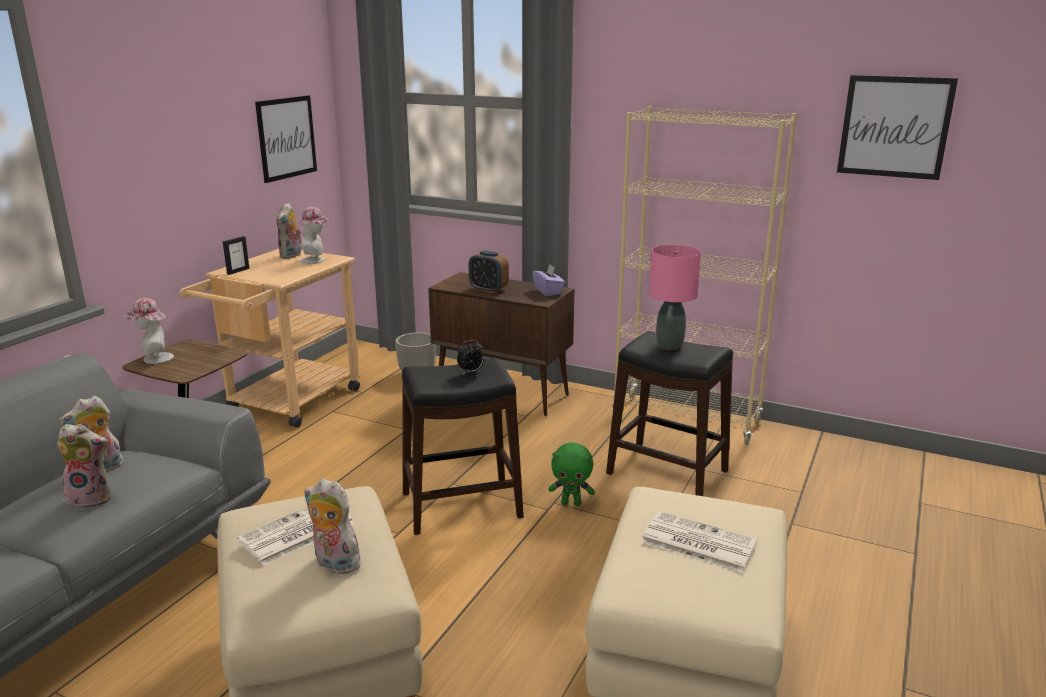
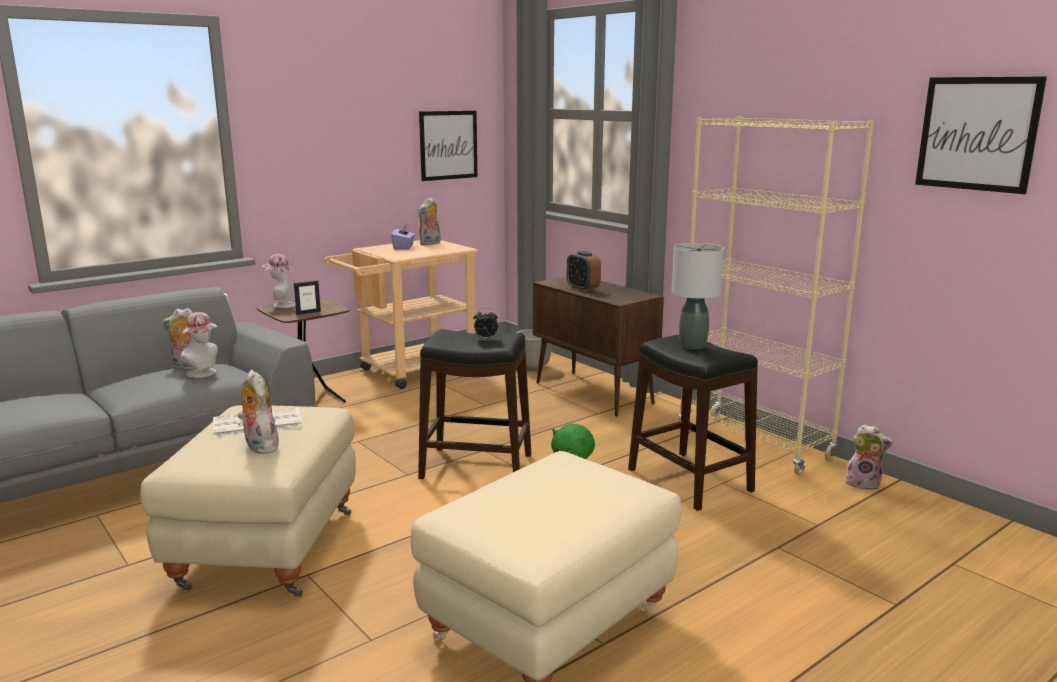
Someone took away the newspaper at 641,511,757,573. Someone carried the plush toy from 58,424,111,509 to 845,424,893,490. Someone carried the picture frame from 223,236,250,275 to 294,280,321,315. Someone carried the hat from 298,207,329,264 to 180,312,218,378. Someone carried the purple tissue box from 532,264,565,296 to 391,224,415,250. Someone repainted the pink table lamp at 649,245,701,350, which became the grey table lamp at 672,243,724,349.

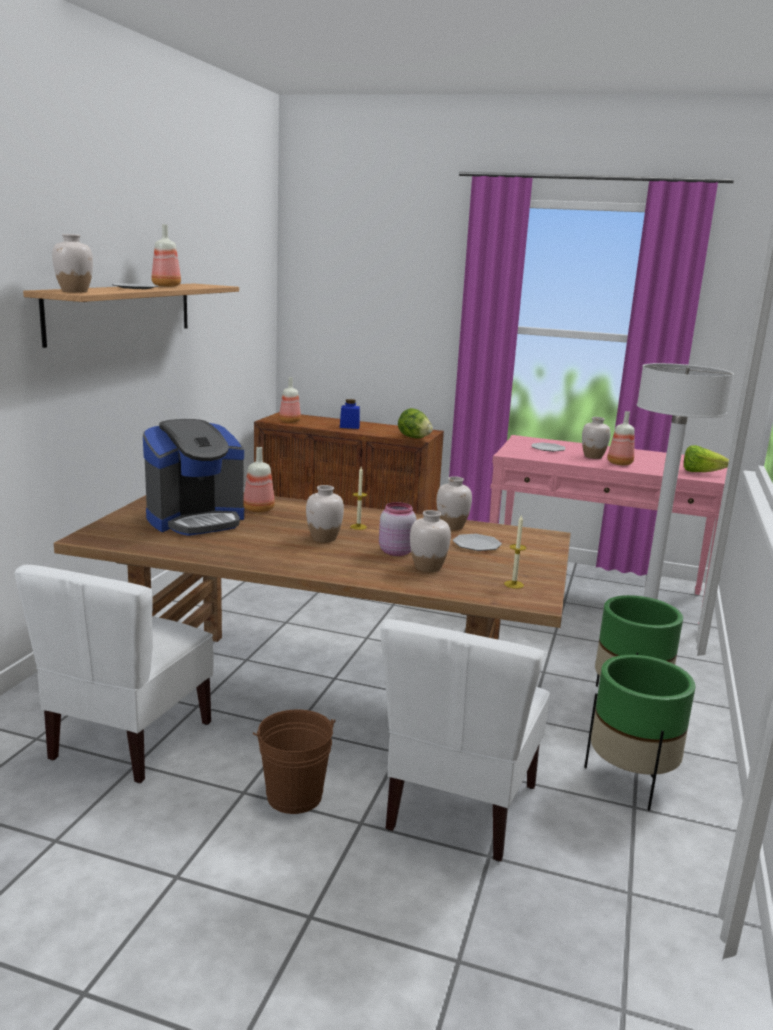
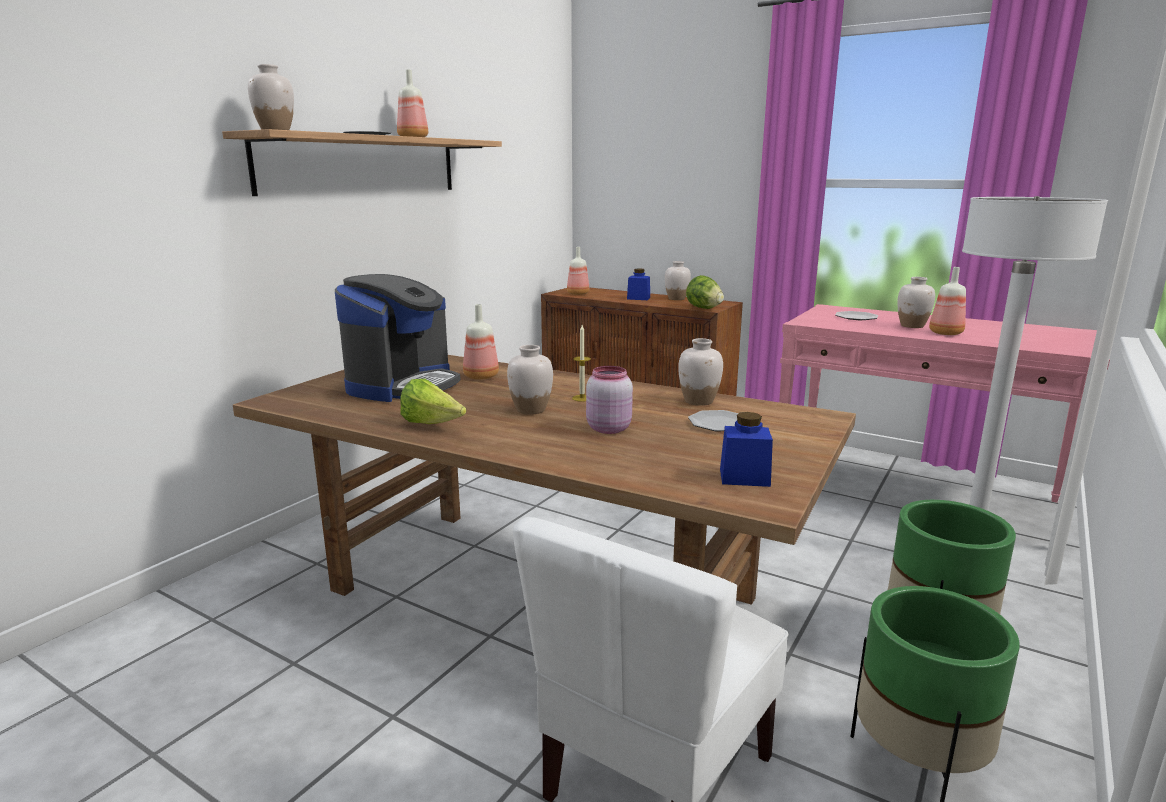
Someone took away the white chair at 15,565,214,783. Someone took away the brown bucket at 253,710,335,814. Someone carried the white vase from 410,510,451,572 to 665,261,691,300. Someone carried the lettuce from 684,445,729,472 to 400,379,466,424. Someone swapped the candle at 504,514,527,589 for the blue jar at 720,412,773,487. Someone rotated the coffee machine at 143,419,244,536 by 45 degrees counterclockwise.

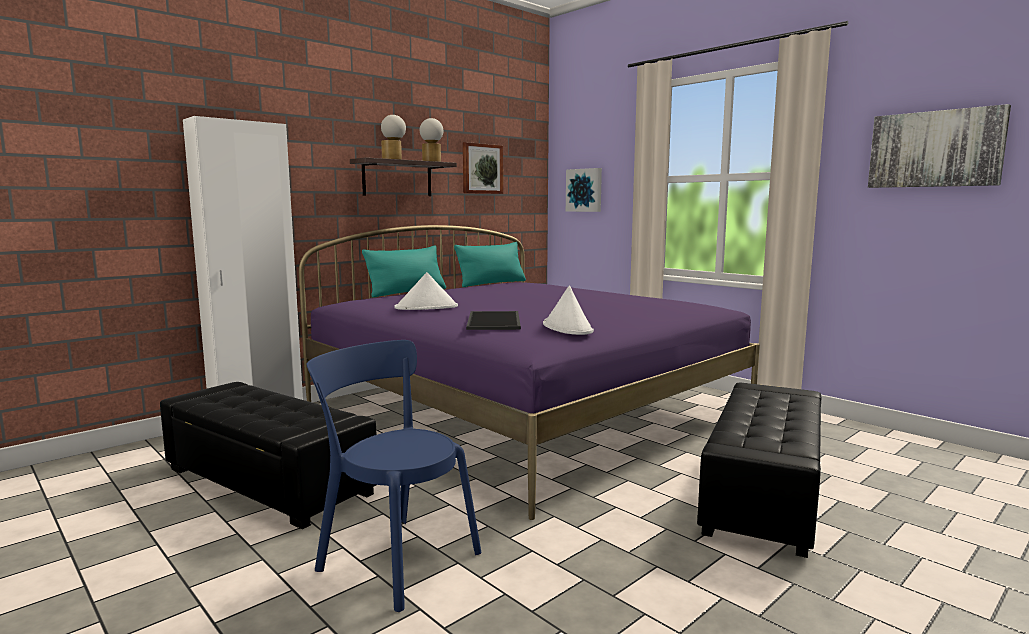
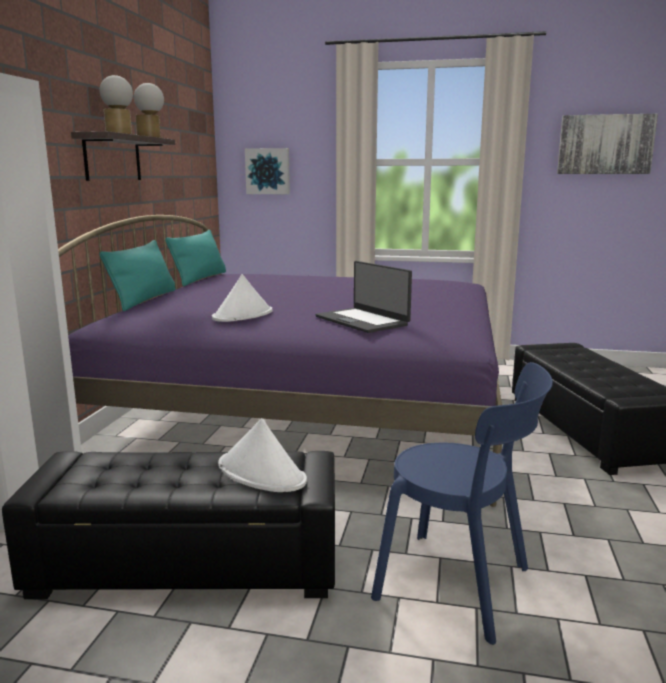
Someone took away the picture at 463,142,503,194. Someone carried the white hat from 543,285,594,335 to 218,418,307,492. Someone swapped the tray at 466,311,521,330 for the laptop at 316,261,412,333. Someone rotated the blue chair at 307,340,481,612 by 150 degrees counterclockwise.

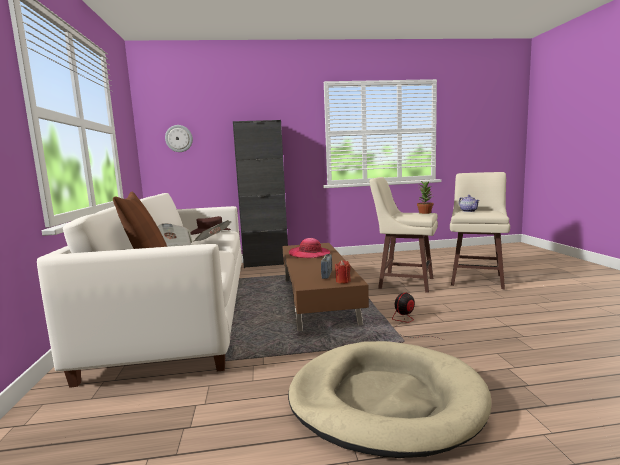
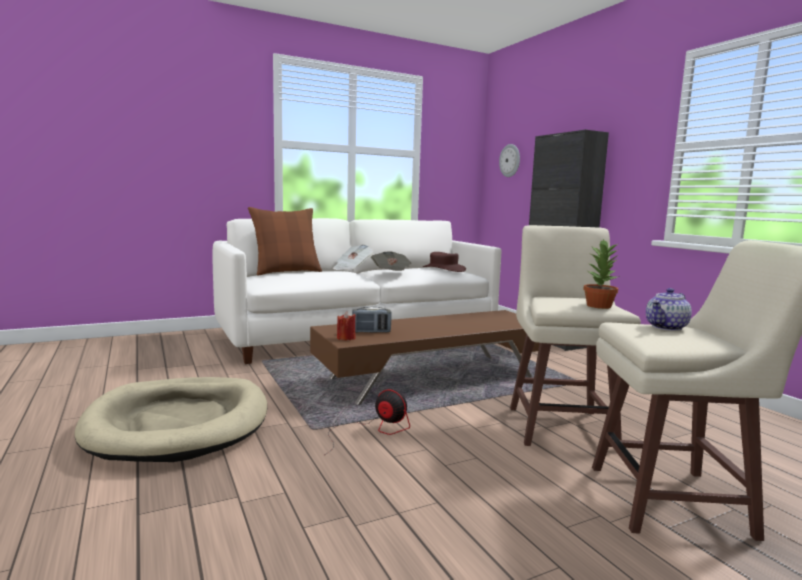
Someone took away the hat at 289,238,330,258.

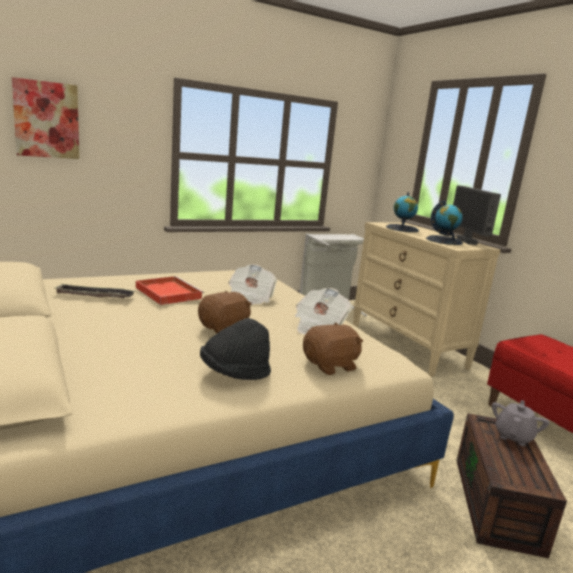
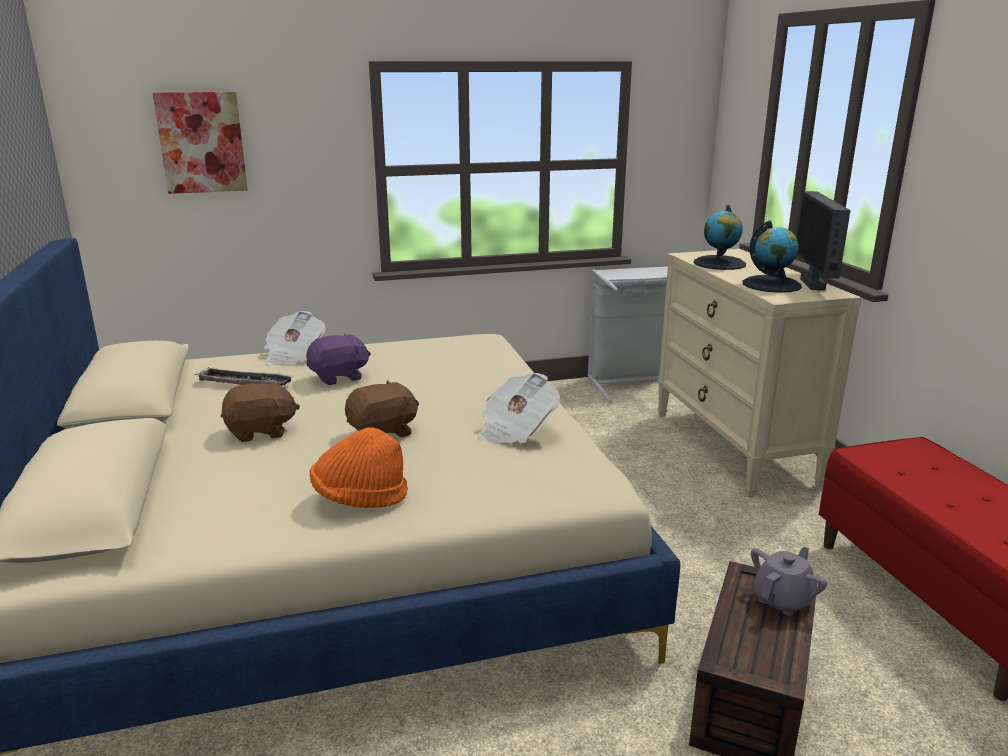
Someone carried the newspaper from 228,264,277,305 to 264,311,326,366. Someone carried the brown plush toy from 303,322,363,375 to 221,380,300,442. Someone swapped the red tray at 136,276,204,305 for the purple plush toy at 306,333,371,385. Someone repainted the black hat at 200,318,271,380, which became the orange hat at 310,427,408,508.

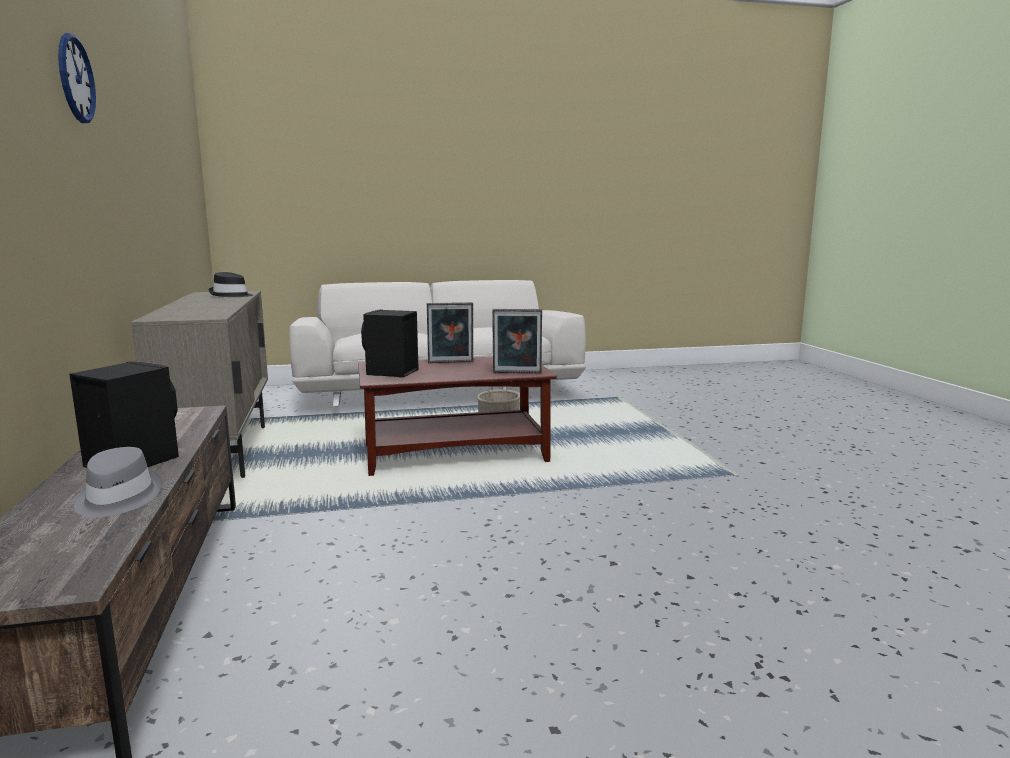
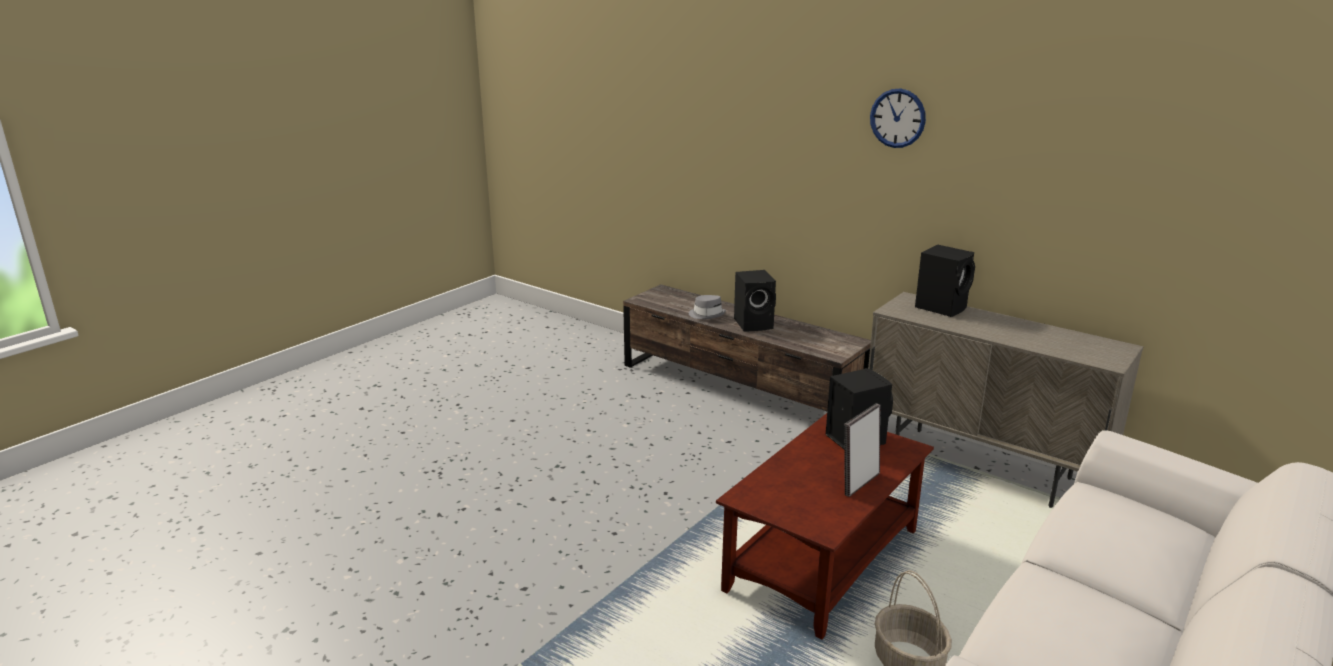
Someone took away the black hat at 209,272,253,297. Someone took away the picture frame at 492,309,542,373. Someone put down the black speaker at 915,244,975,317.

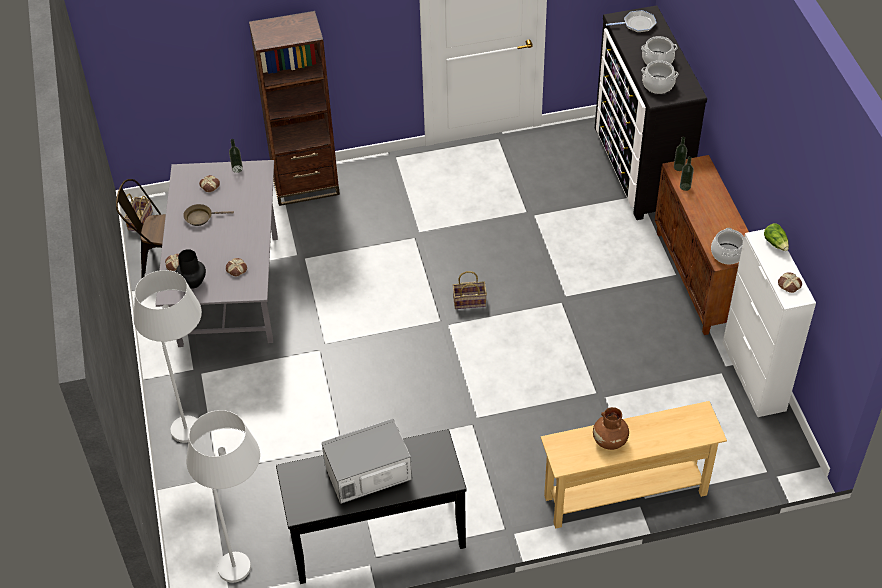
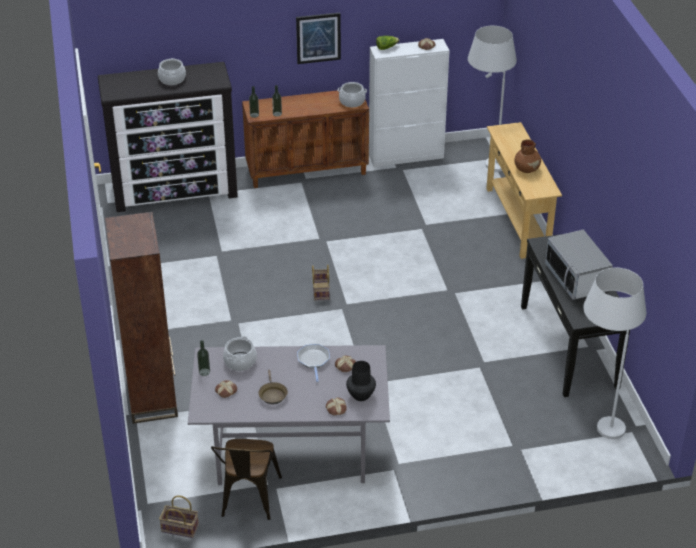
Someone put up the picture at 296,13,341,64. Someone carried the white floor lamp from 133,270,202,443 to 468,26,517,172. Someone carried the frying pan from 606,10,657,33 to 297,344,330,382. Someone carried the cooking pot from 641,60,678,94 to 223,336,257,371.

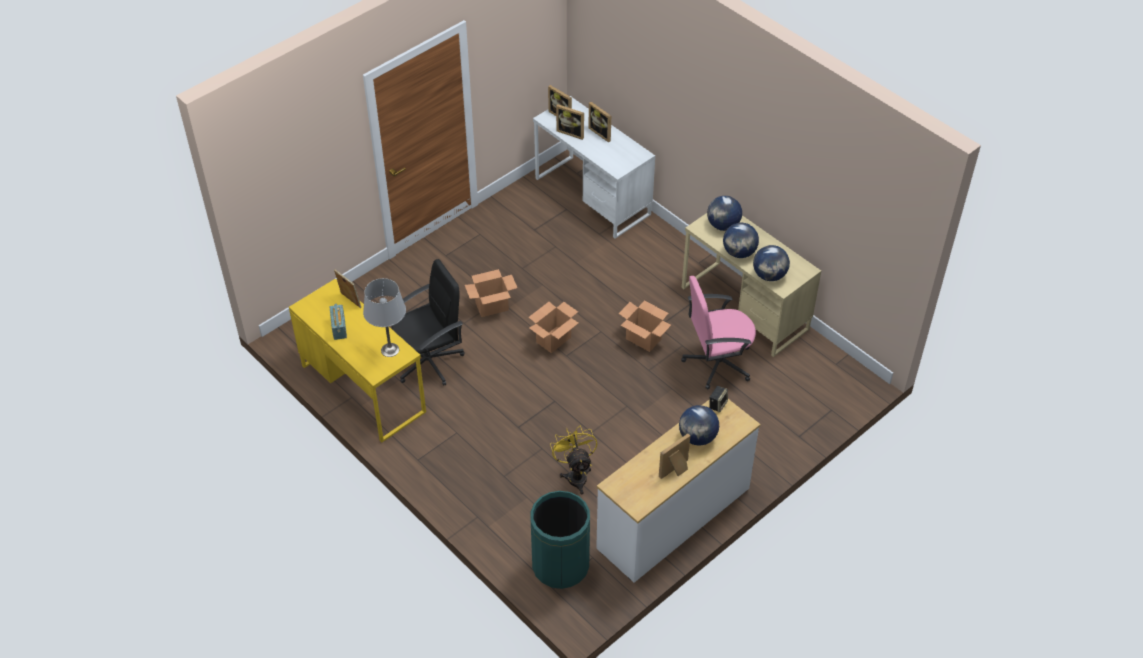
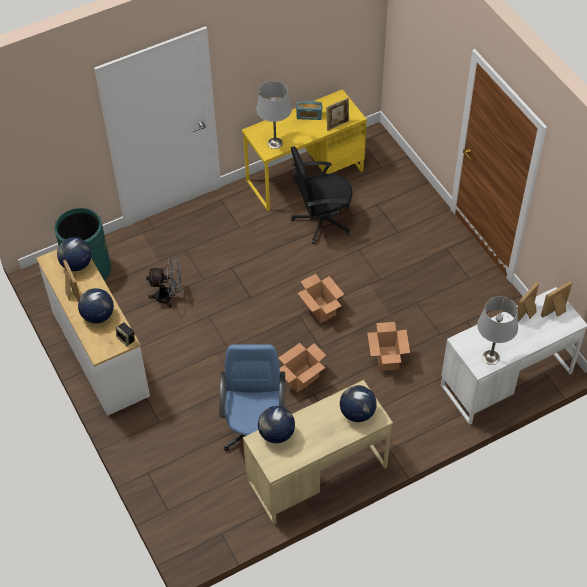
Someone took away the picture frame at 589,102,611,143. Someone put down the grey table lamp at 477,296,518,365. Someone carried the cardboard box from 465,269,517,317 to 367,322,410,371. Someone carried the globe from 723,223,759,258 to 57,237,92,271. Someone repainted the yellow fan at 550,426,597,494, which became the grey fan at 146,257,181,308. Someone repainted the pink office chair at 681,276,756,389, which became the blue office chair at 219,345,285,451. Someone rotated the black office chair at 391,259,465,386 by 90 degrees clockwise.

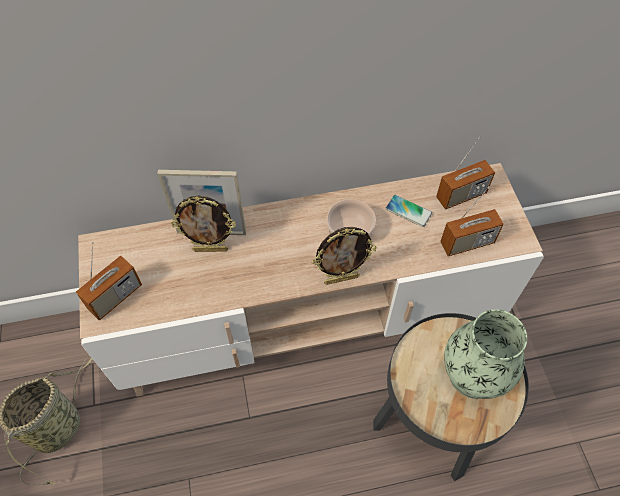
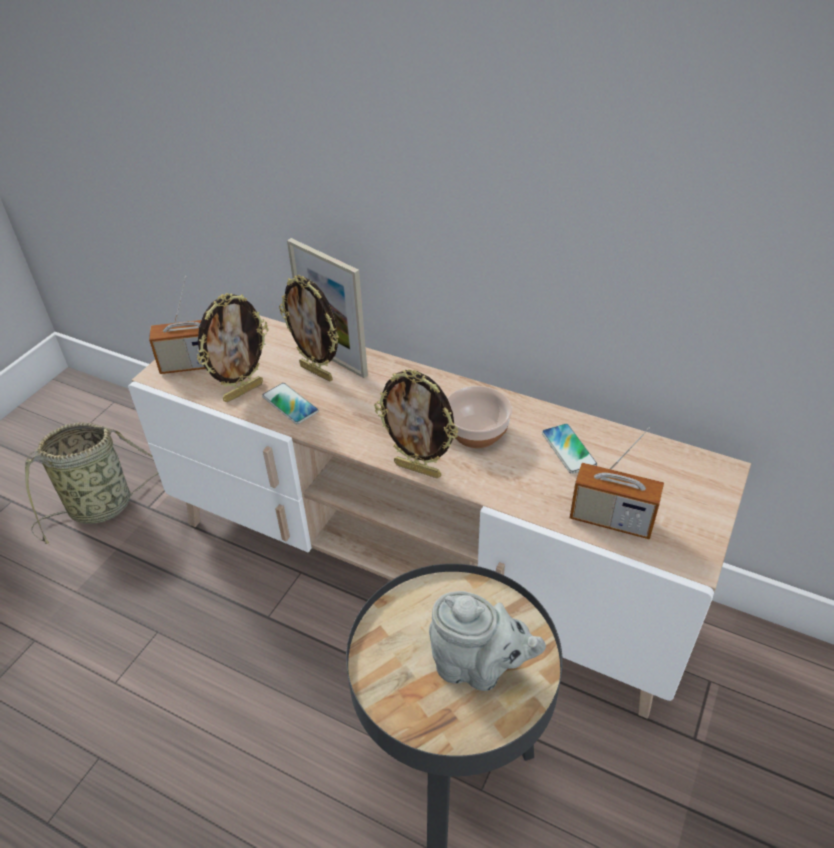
Someone took away the radio at 436,137,495,210. Someone put down the picture frame at 197,293,269,402. Someone put down the phone at 262,383,319,424. Someone swapped the vase at 444,309,527,399 for the grey teapot at 429,591,546,691.

